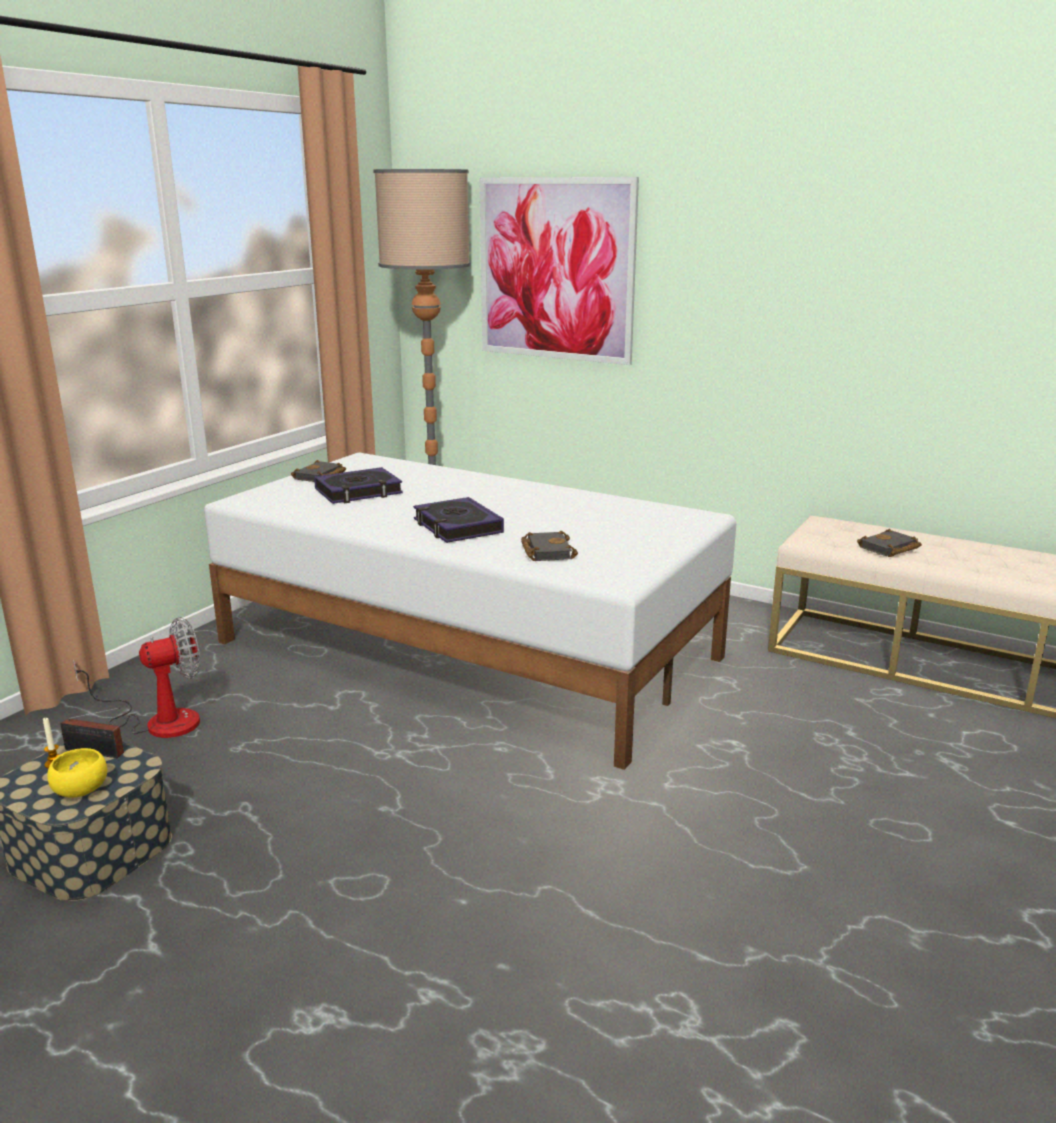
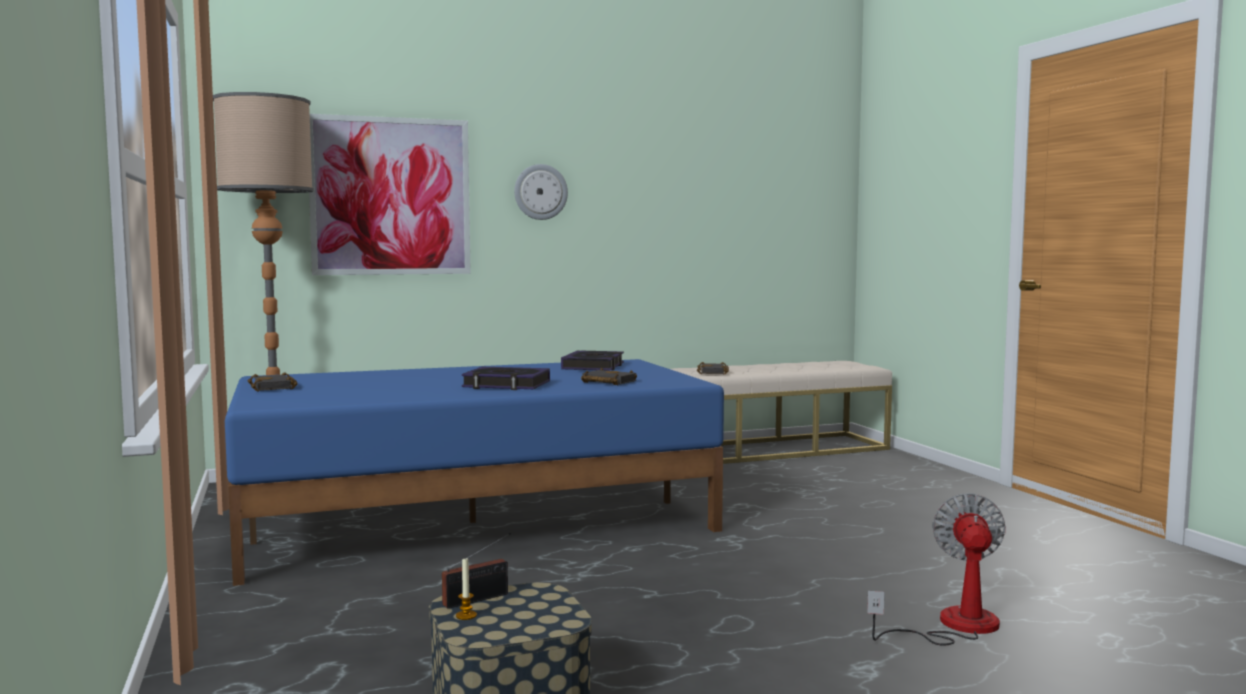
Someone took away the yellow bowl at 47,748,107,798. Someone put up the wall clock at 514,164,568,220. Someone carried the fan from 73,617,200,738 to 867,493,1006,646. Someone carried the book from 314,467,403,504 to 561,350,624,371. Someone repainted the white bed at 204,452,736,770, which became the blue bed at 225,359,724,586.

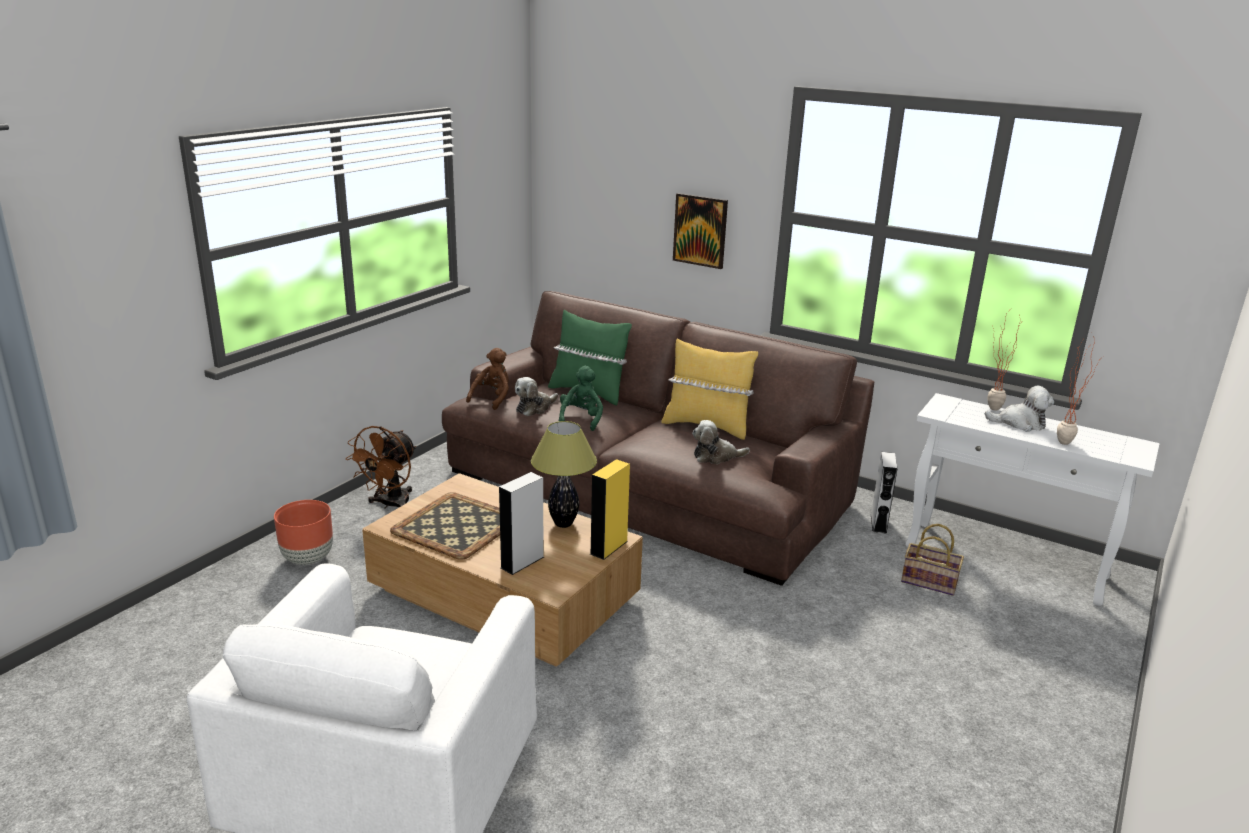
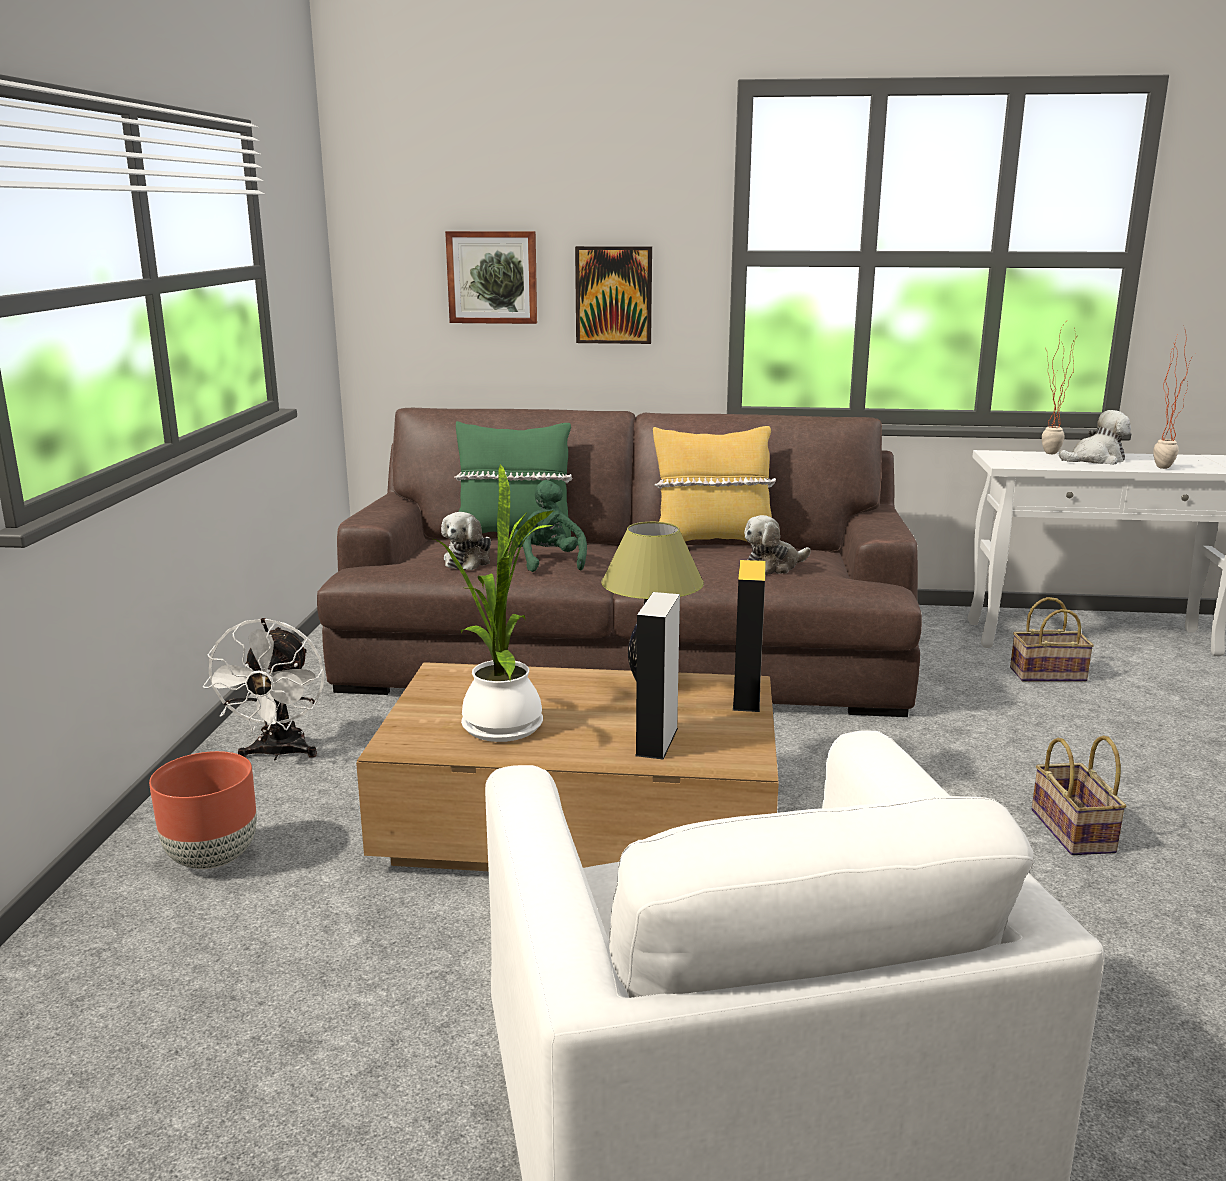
Someone took away the brown plush toy at 466,348,509,410. Someone took away the grey speaker at 871,452,898,534. Someone put up the picture at 445,231,537,324. Someone put down the basket at 1032,736,1127,855. Someone swapped the tray at 390,492,500,560 for the potted plant at 434,464,554,742. Someone repainted the brown fan at 345,426,416,509, which became the white fan at 203,618,325,760.

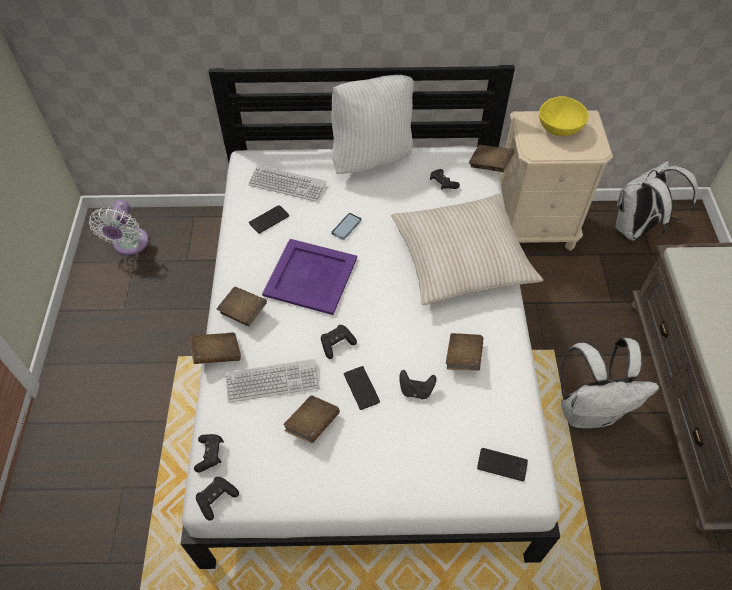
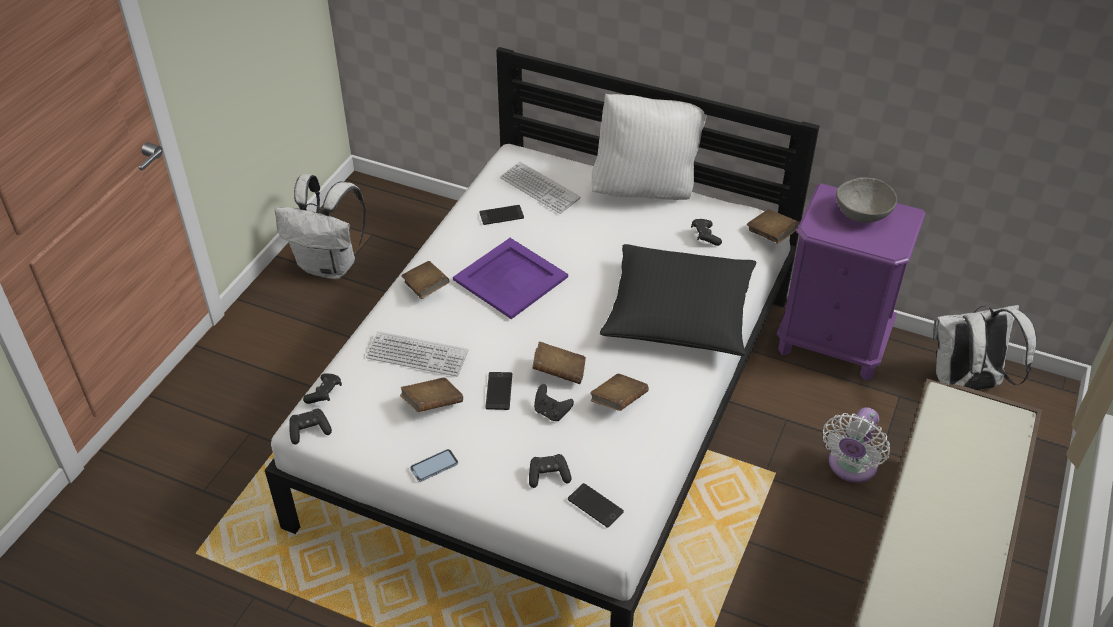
Someone carried the white fan from 89,200,149,255 to 823,407,890,483. Someone carried the brown book from 189,333,241,364 to 532,342,586,384. Someone carried the black game controller from 321,325,357,359 to 529,454,571,488. Someone carried the phone from 331,213,362,240 to 410,449,458,482. Someone carried the white backpack from 561,338,659,428 to 275,174,366,279. Someone repainted the beige pillow at 391,194,543,305, which became the black pillow at 600,244,756,356. Someone repainted the beige nightstand at 499,110,613,251, which became the purple nightstand at 777,183,926,381. Someone repainted the yellow bowl at 539,96,589,136, which became the grey bowl at 836,177,897,223.

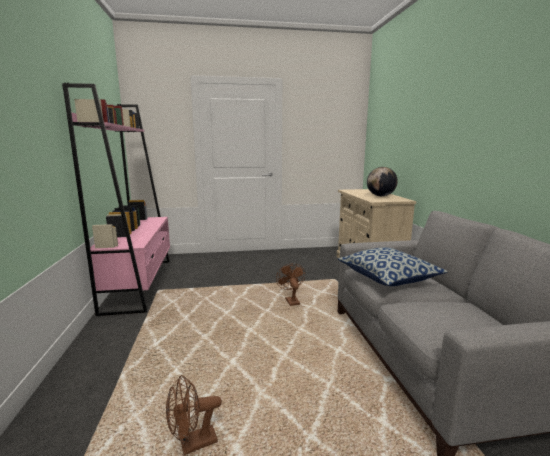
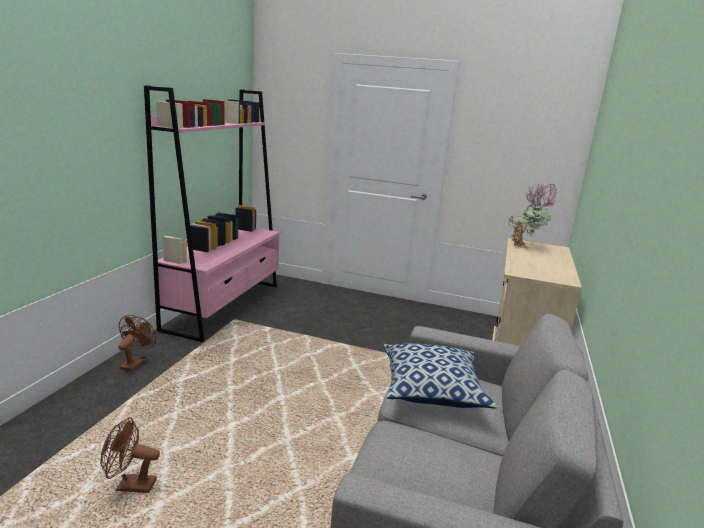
Someone took away the globe at 367,167,398,196. Someone put down the potted plant at 508,183,557,248. Someone carried the brown fan from 276,264,305,306 to 119,315,156,372.

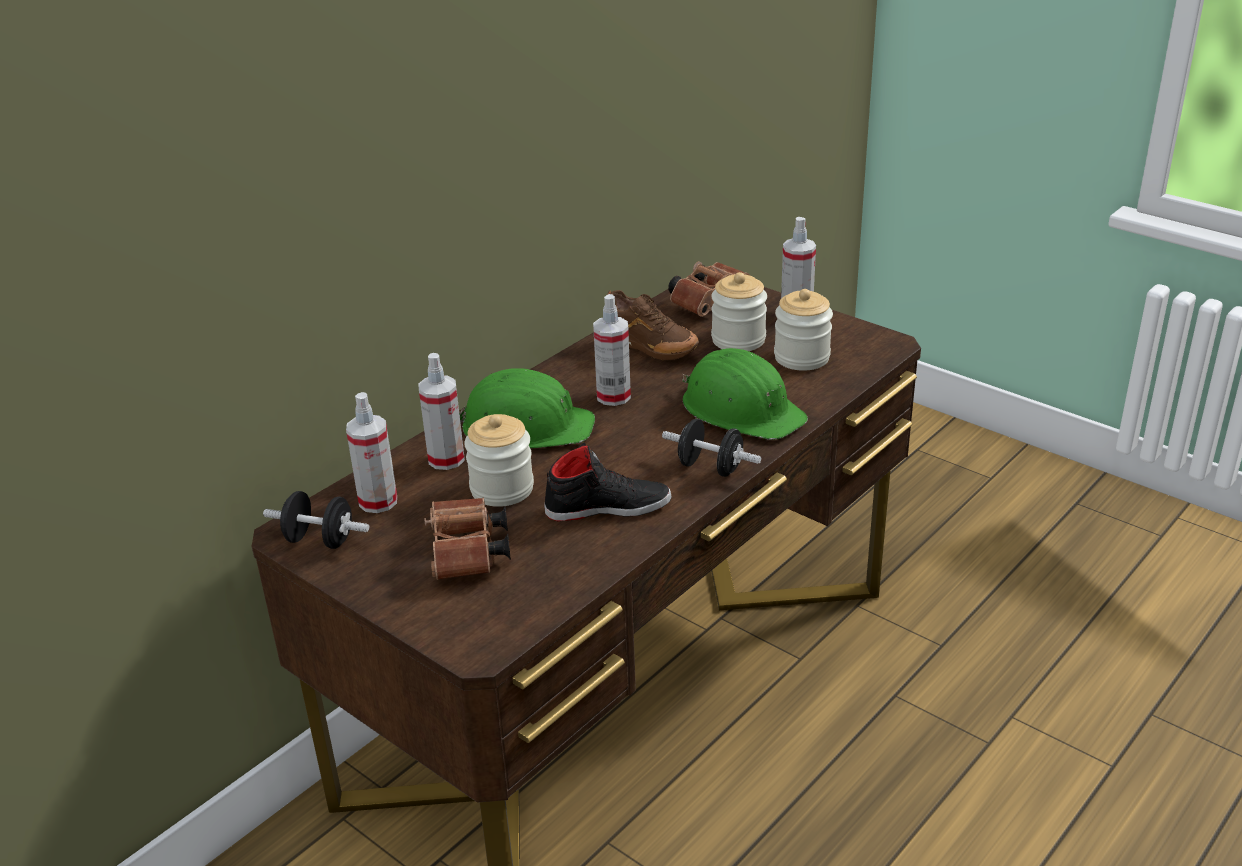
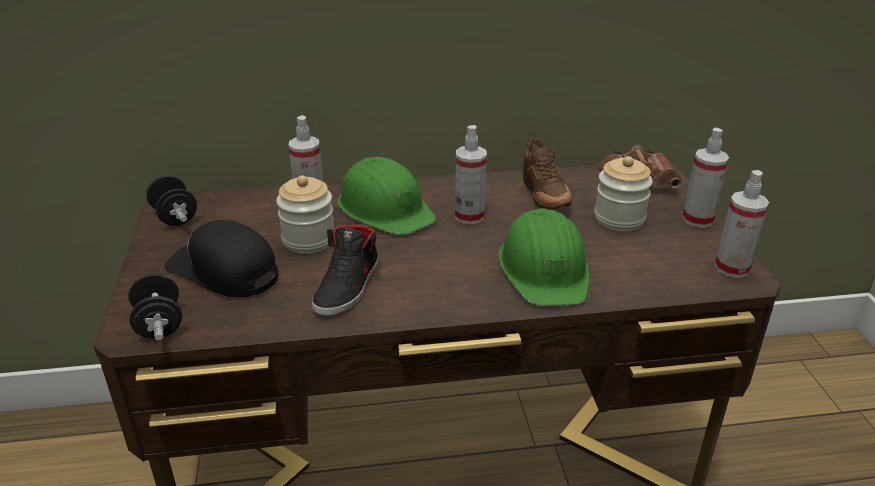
Someone took away the jar at 774,289,833,371. Someone carried the spray bottle from 346,392,397,513 to 715,170,769,278. Someone carried the black dumbbell from 662,419,761,477 to 128,273,182,340. Someone swapped the brown binoculars at 425,498,511,580 for the black cap at 164,220,278,298. Someone rotated the black shoe at 545,442,672,521 by 75 degrees clockwise.

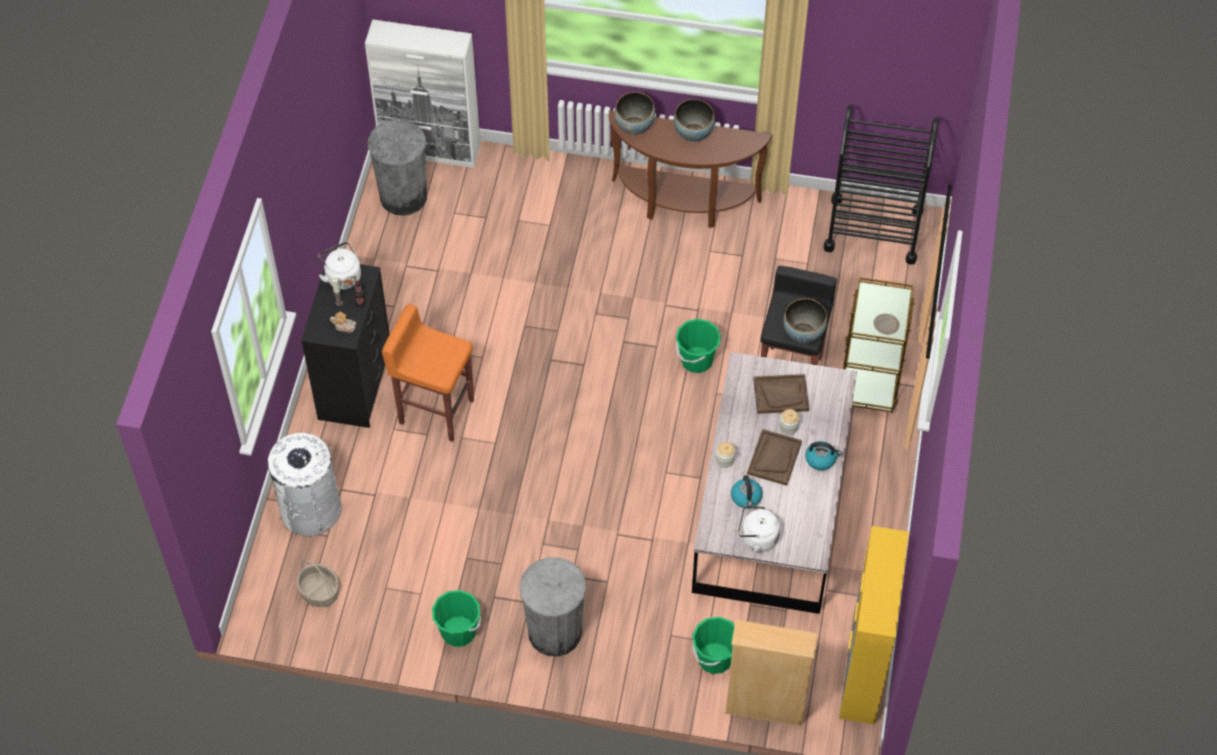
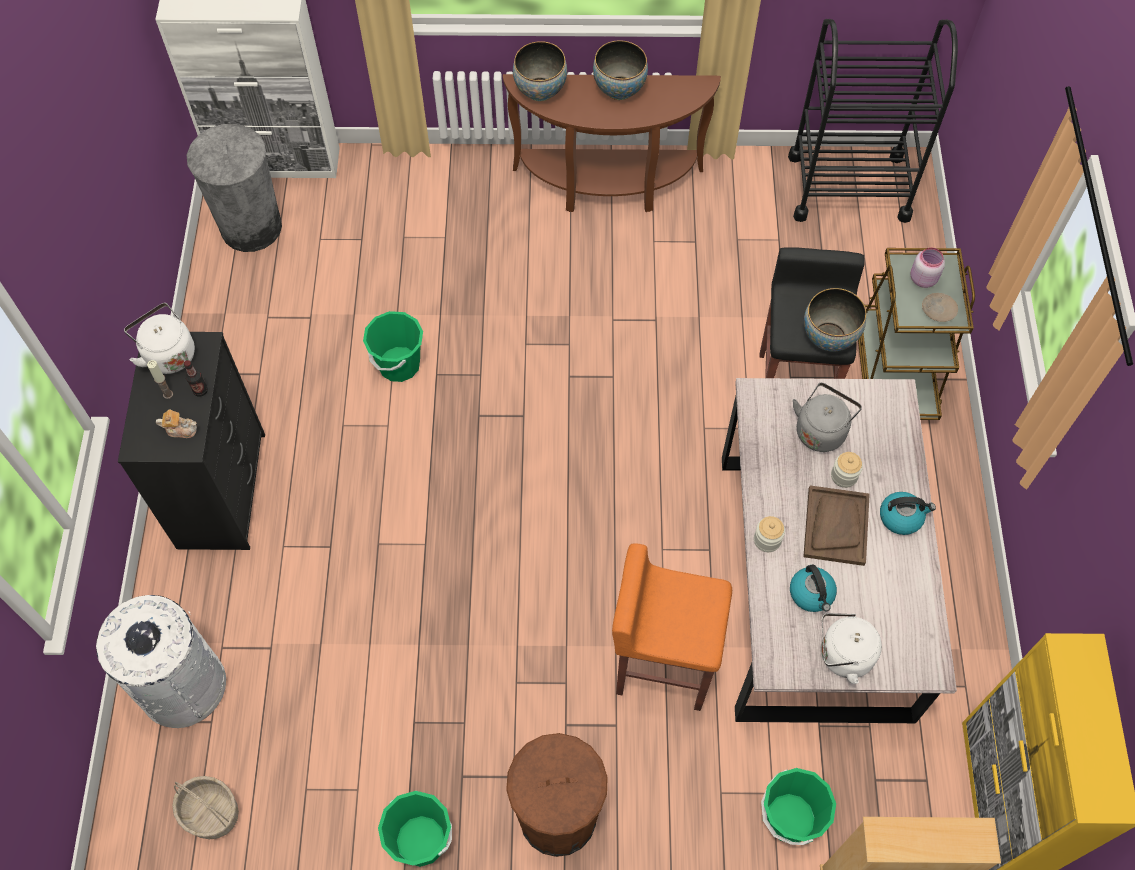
Someone put down the pink jar at 910,248,945,288. Someone carried the orange stool from 382,304,474,442 to 612,543,732,711. Someone carried the green bucket from 676,319,721,373 to 363,311,423,382. Someone swapped the brown tray at 753,374,809,414 for the grey kettle at 793,383,862,452. Someone repainted the grey trash can at 519,557,586,656, which became the brown trash can at 506,733,608,857.

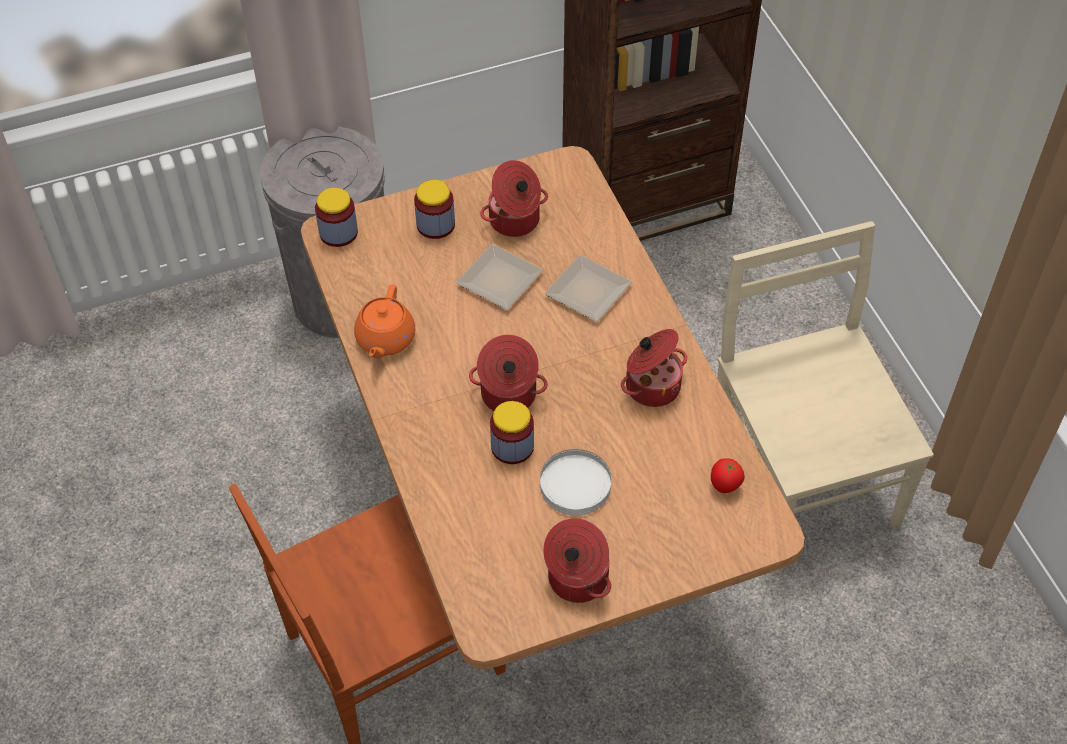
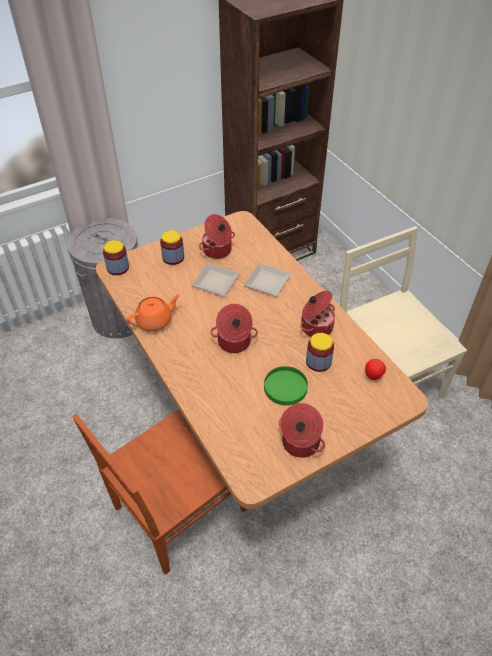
Someone carried the jar from 490,401,534,464 to 306,333,334,372. Someone repainted the white plate at 540,449,612,515, which became the green plate at 264,366,308,406. Someone rotated the orange teapot at 354,285,415,358 by 120 degrees counterclockwise.

